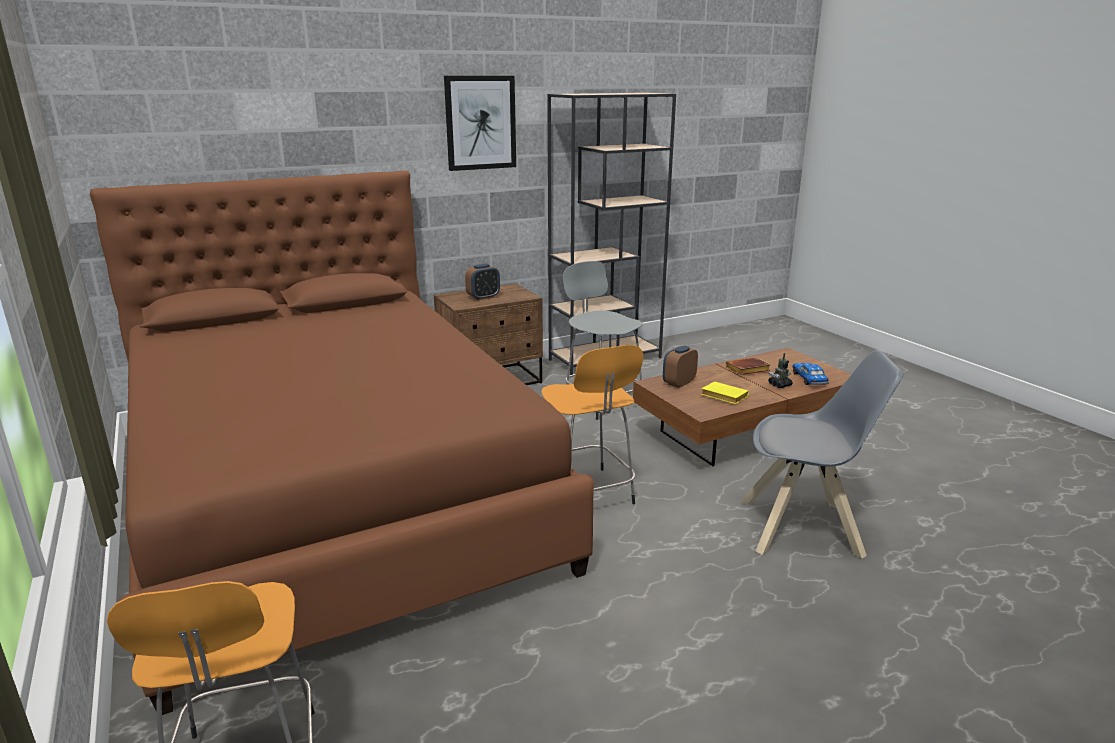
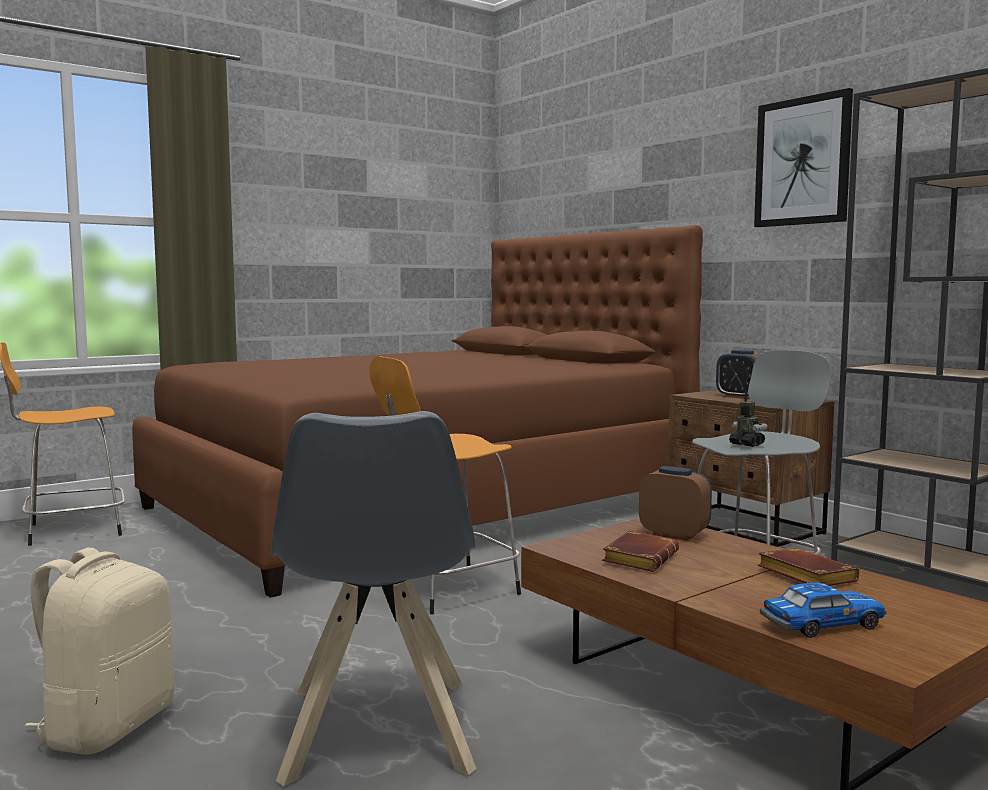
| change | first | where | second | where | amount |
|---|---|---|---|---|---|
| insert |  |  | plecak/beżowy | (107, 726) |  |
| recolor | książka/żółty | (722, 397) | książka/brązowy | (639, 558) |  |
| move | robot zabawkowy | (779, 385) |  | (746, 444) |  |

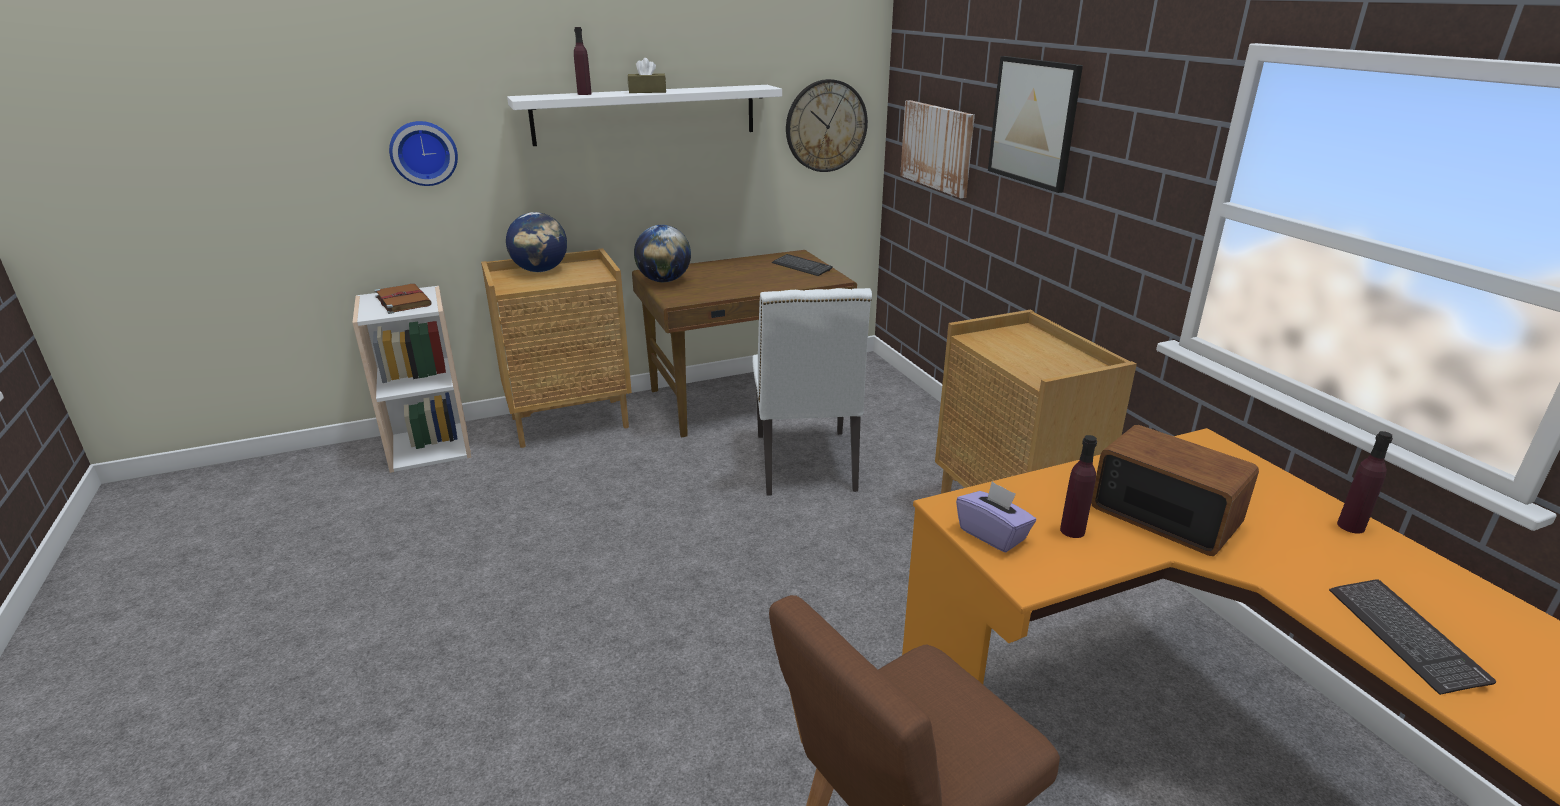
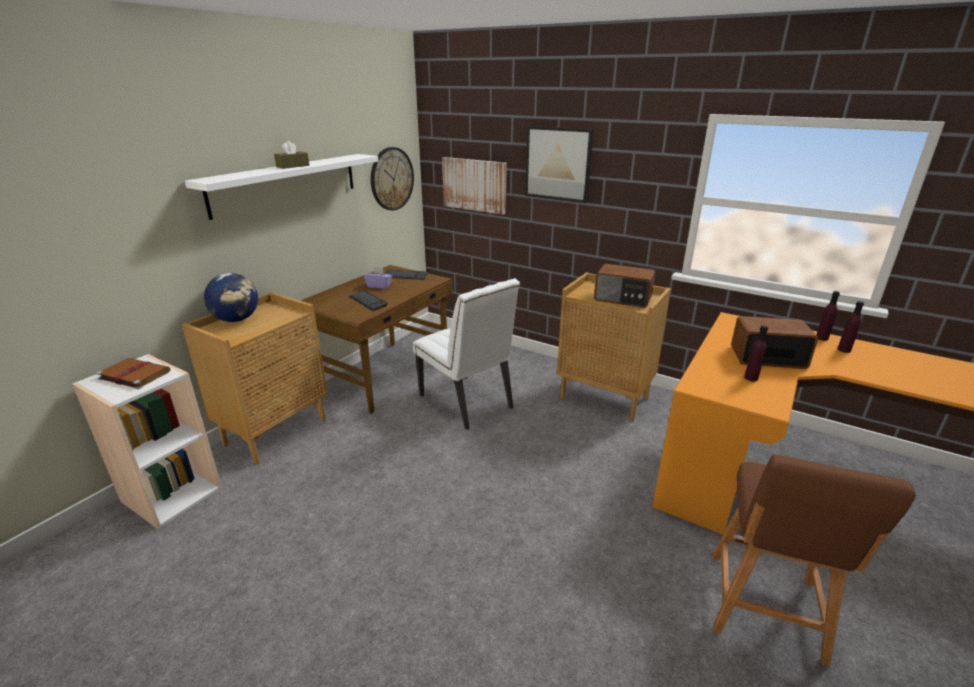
| change | first | where | second | where | amount |
|---|---|---|---|---|---|
| move | klawiatura | (1404, 636) |  | (368, 301) |  |
| move | pudełko chusteczek/fioletowy | (992, 534) |  | (379, 286) |  |
| insert |  |  | radio | (622, 299) |  |
| move | butelka/fioletowy | (584, 94) |  | (844, 350) |  |
| delete | zegar ścienny | (423, 153) |  |  |  |
| delete | globus | (664, 281) |  |  |  |

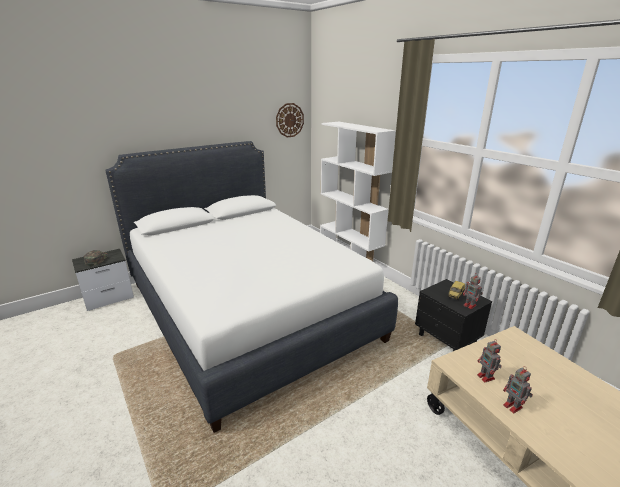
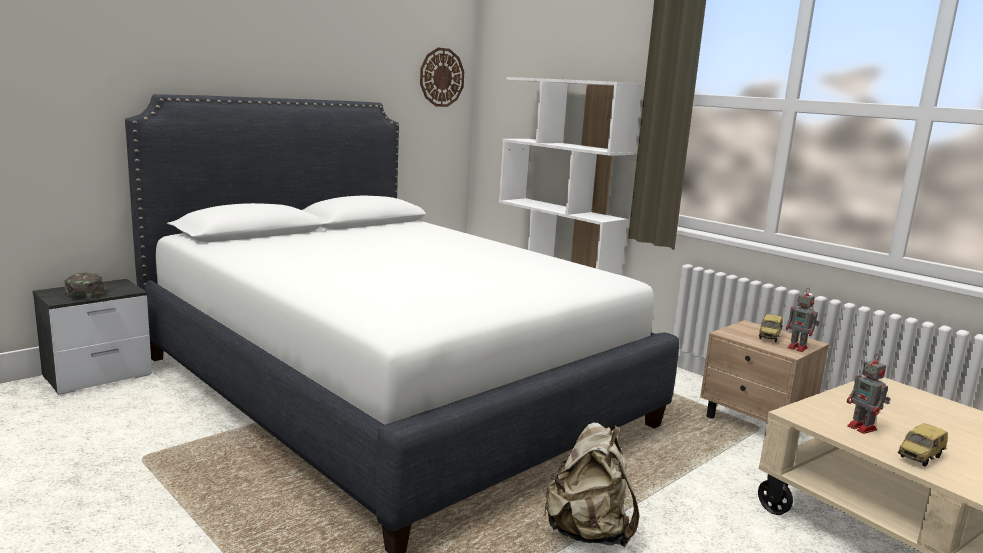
| change | first | where | second | where | amount |
|---|---|---|---|---|---|
| insert |  |  | plecak/beżowy | (587, 532) |  |
| recolor | szafka nocna/czarny | (447, 340) | szafka nocna/beżowy | (755, 424) |  |
| replace | robot zabawkowy | (513, 407) | samochodzik | (920, 458) |  |

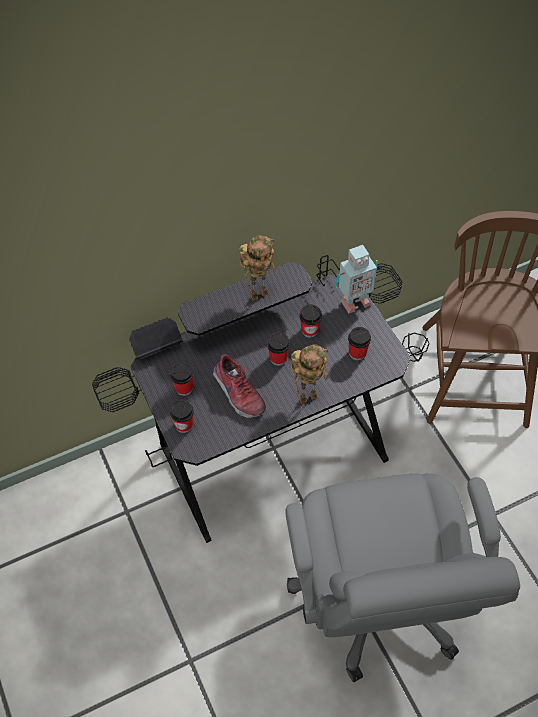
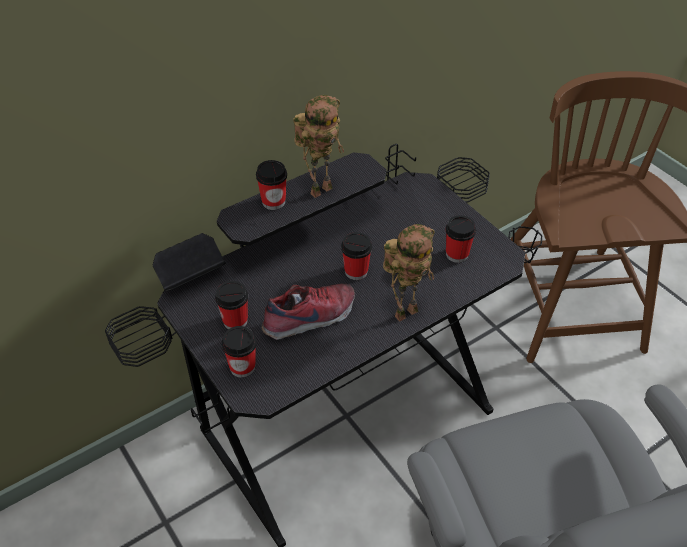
| change | first | where | second | where | amount |
|---|---|---|---|---|---|
| move | filiżanka | (309, 330) |  | (273, 202) |  |
| rotate | but | (237, 393) |  | (310, 319) | 75 degrees counterclockwise |
| delete | robot zabawkowy | (353, 302) |  |  |  |

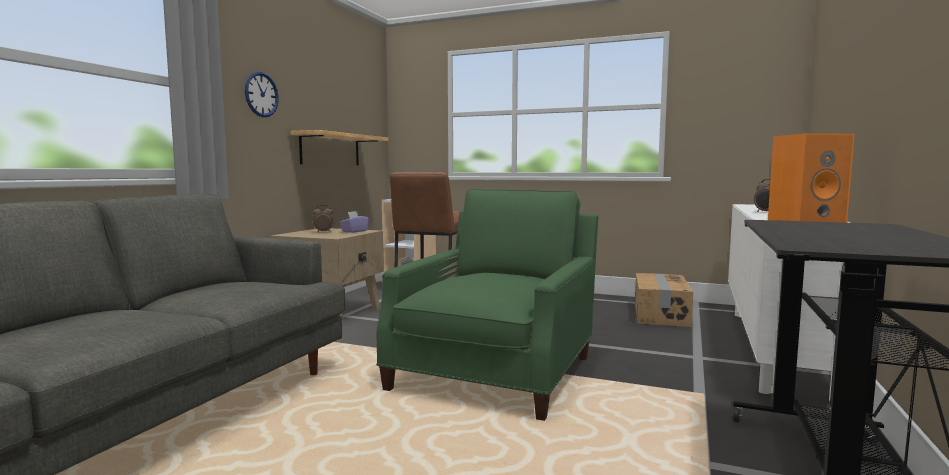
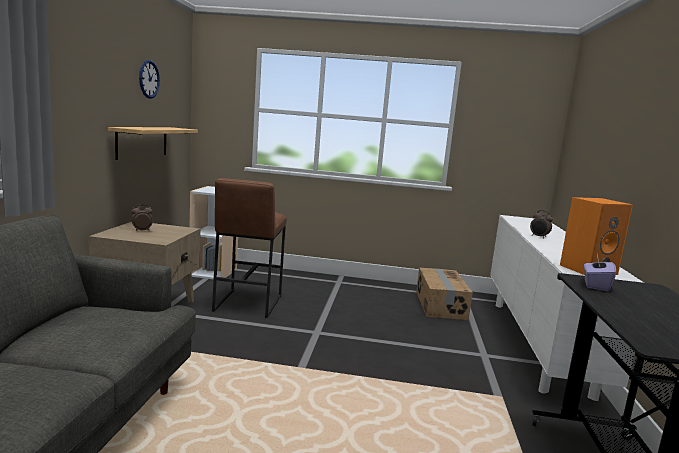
| change | first | where | second | where | amount |
|---|---|---|---|---|---|
| move | zegar ścienny | (261, 94) |  | (149, 79) |  |
| move | pudełko chusteczek/fioletowy | (354, 231) |  | (595, 285) |  |
| delete | fotel/zielony | (496, 371) |  |  |  |

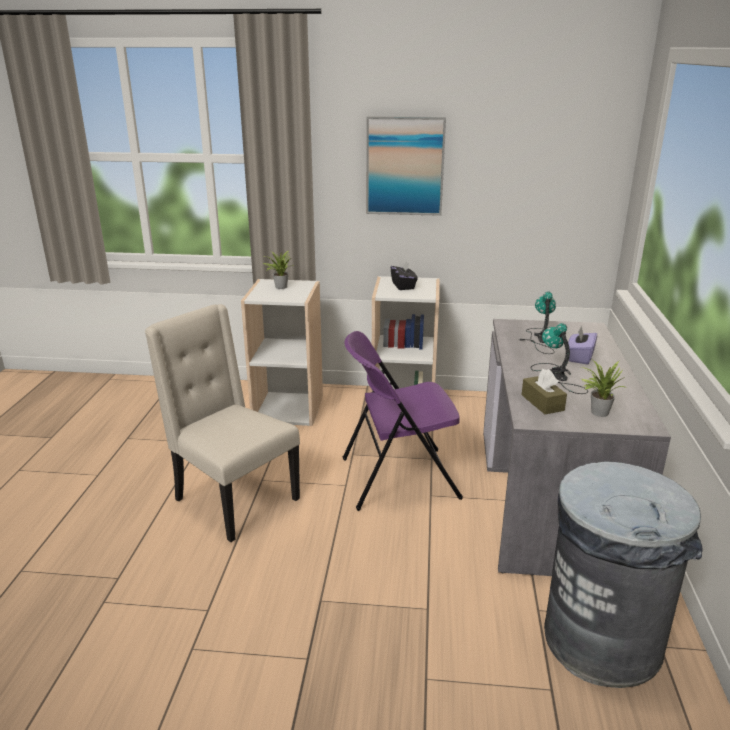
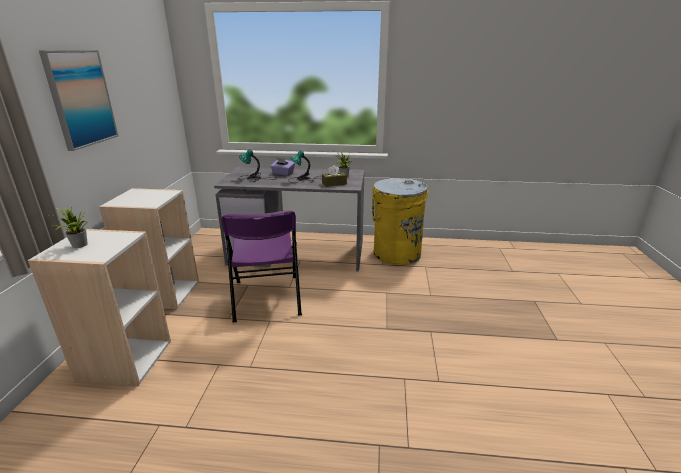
| change | first | where | second | where | amount |
|---|---|---|---|---|---|
| recolor | kosz na śmieci/szary | (602, 639) | kosz na śmieci/żółty | (396, 253) |  |
| delete | krzesło/beżowy | (233, 500) |  |  |  |
| delete | pudełko chusteczek/czarny | (403, 286) |  |  |  |

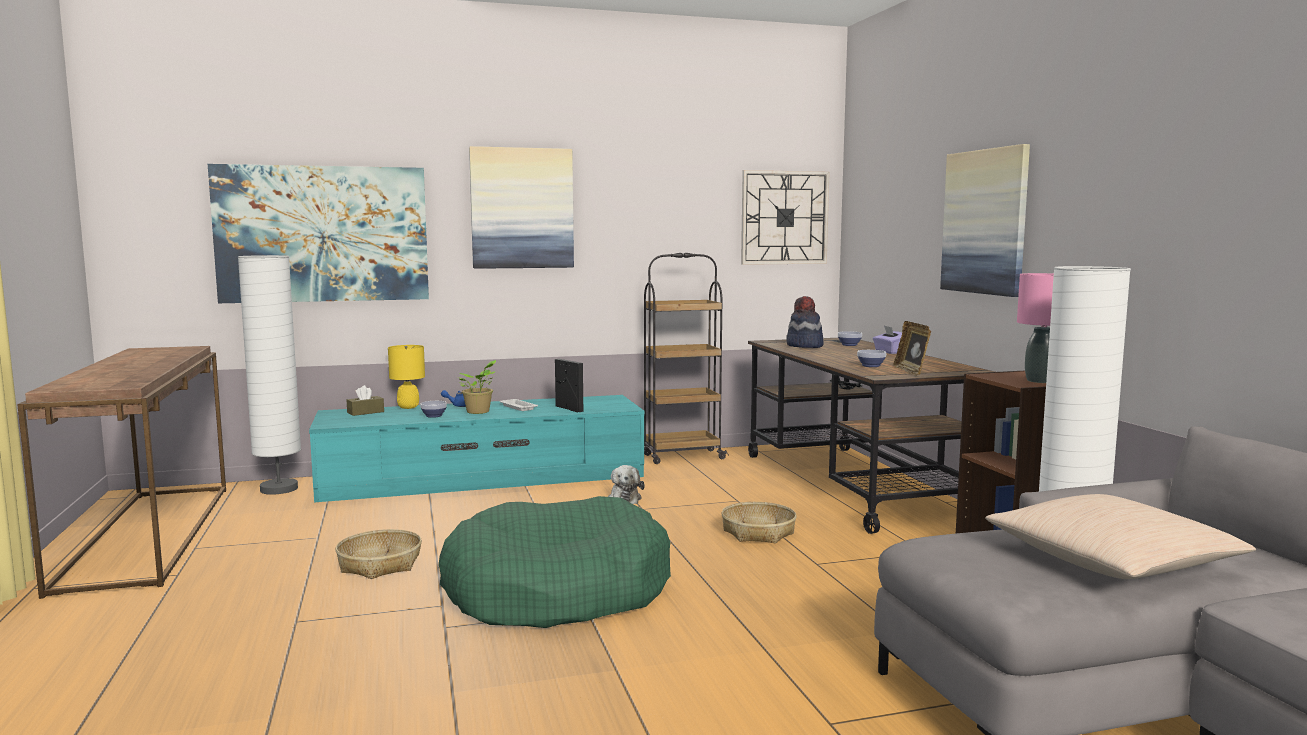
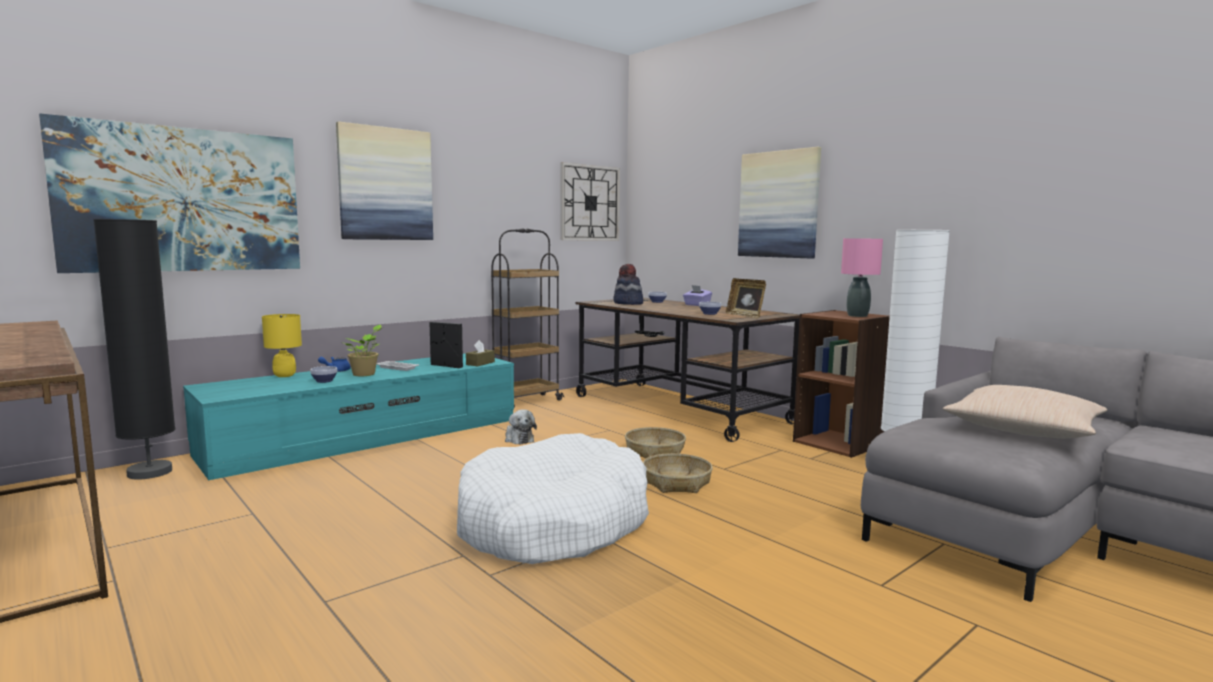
| change | first | where | second | where | amount |
|---|---|---|---|---|---|
| recolor | lampa stojąca/biały | (279, 489) | lampa stojąca/czarny | (150, 472) |  |
| recolor | legowisko/zielony | (556, 590) | legowisko/biały | (553, 523) |  |
| move | pudełko chusteczek/brązowy | (365, 412) |  | (480, 363) |  |
| move | koszyk | (380, 564) |  | (676, 482) |  |

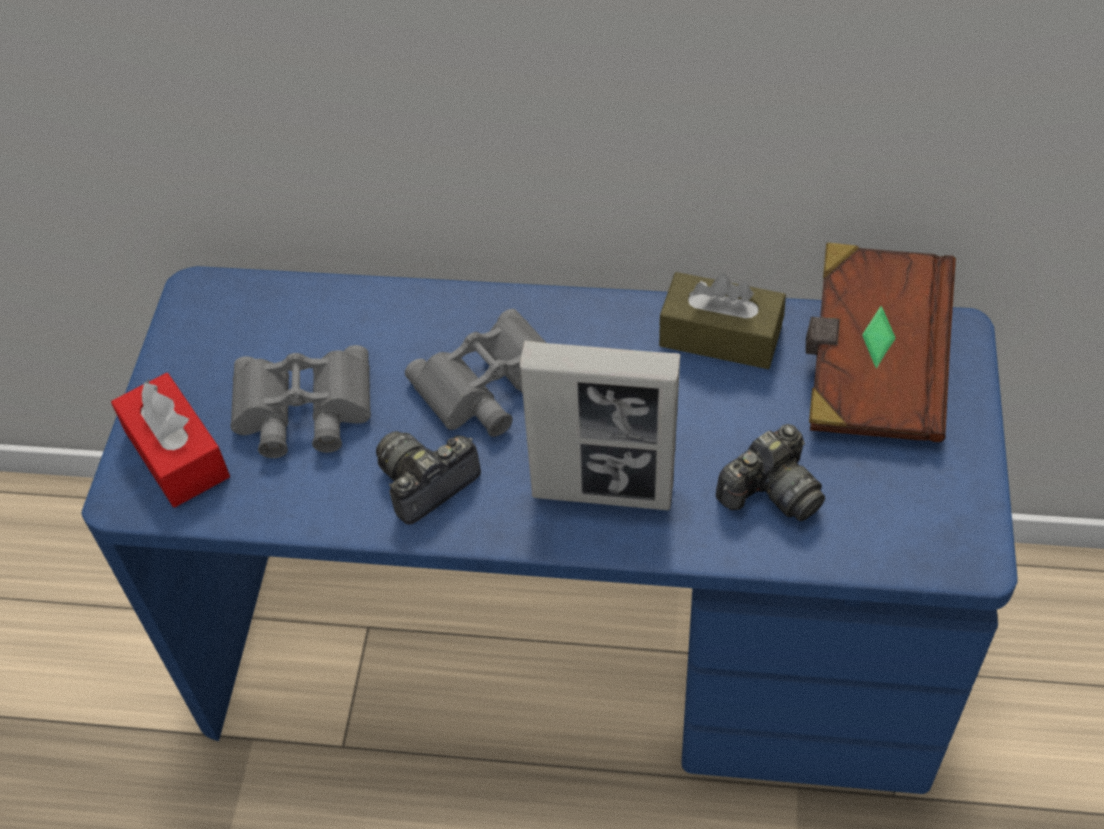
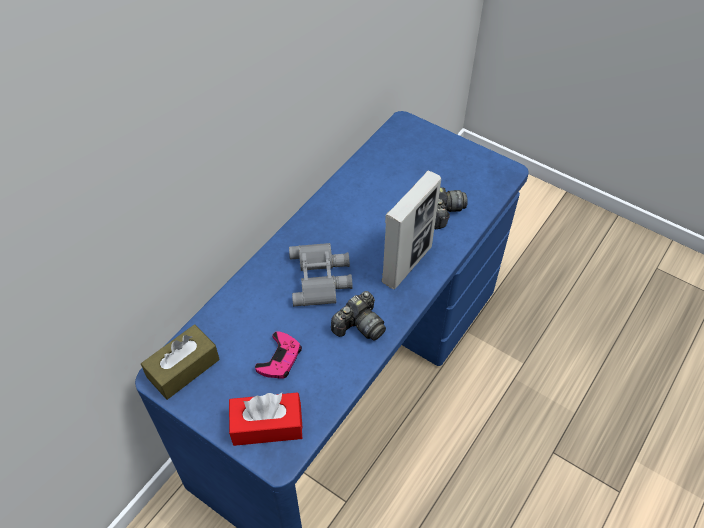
| change | first | where | second | where | amount |
|---|---|---|---|---|---|
| move | pudełko chusteczek/brązowy | (720, 336) |  | (183, 368) |  |
| replace | lornetka/szary | (302, 411) | pad do gier/różowy | (280, 358) |  |
| rotate | aparat fotograficzny | (426, 483) |  | (359, 325) | 120 degrees counterclockwise |
| delete | książka/brązowy | (872, 369) |  |  |  |

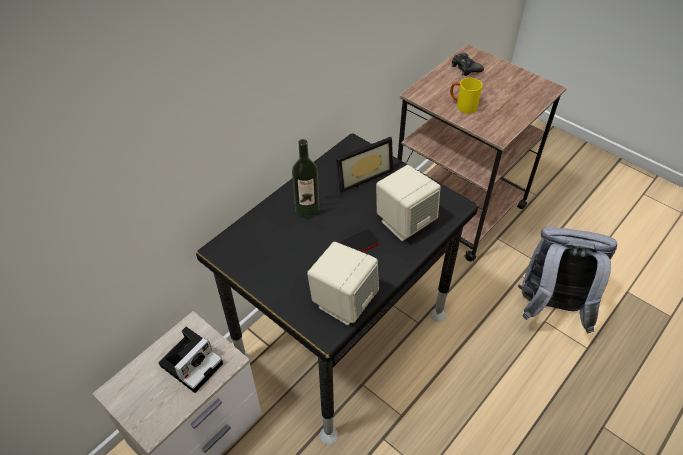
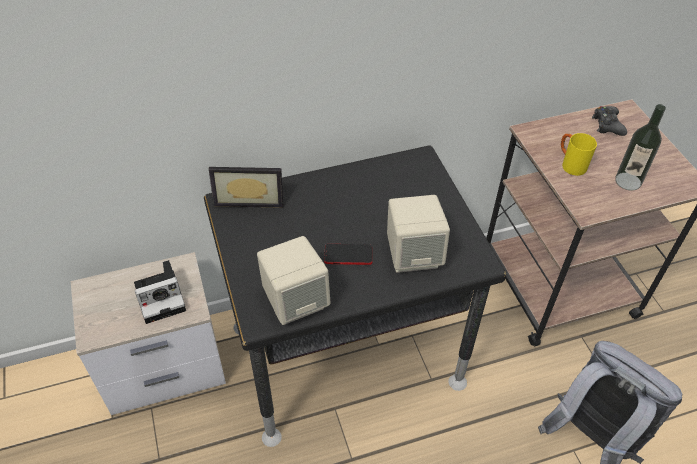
| change | first | where | second | where | amount |
|---|---|---|---|---|---|
| move | ramka na zdjęcie | (361, 175) |  | (249, 197) |  |
| move | butelka | (307, 209) |  | (628, 181) |  |

